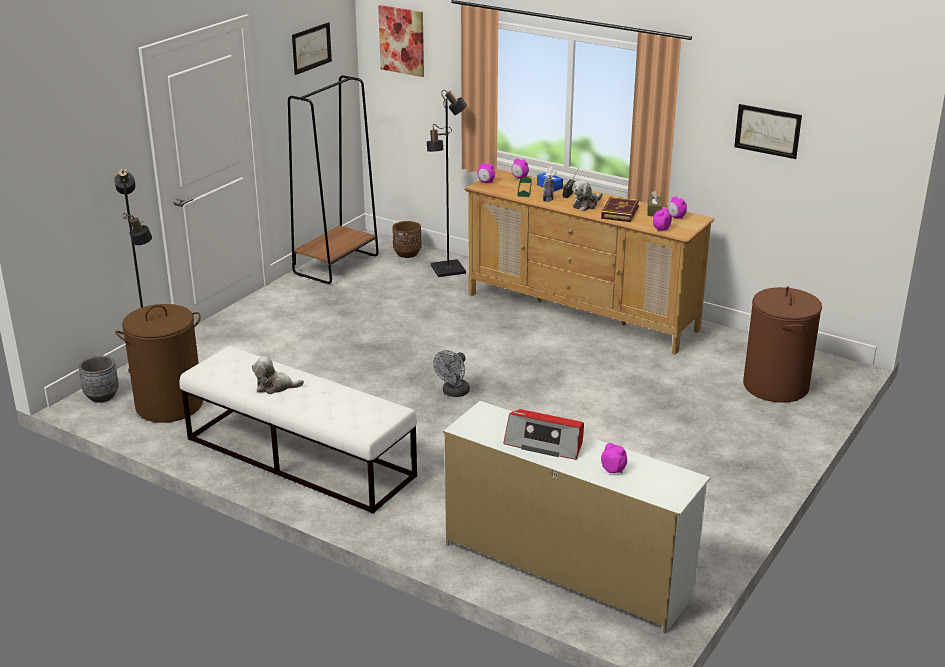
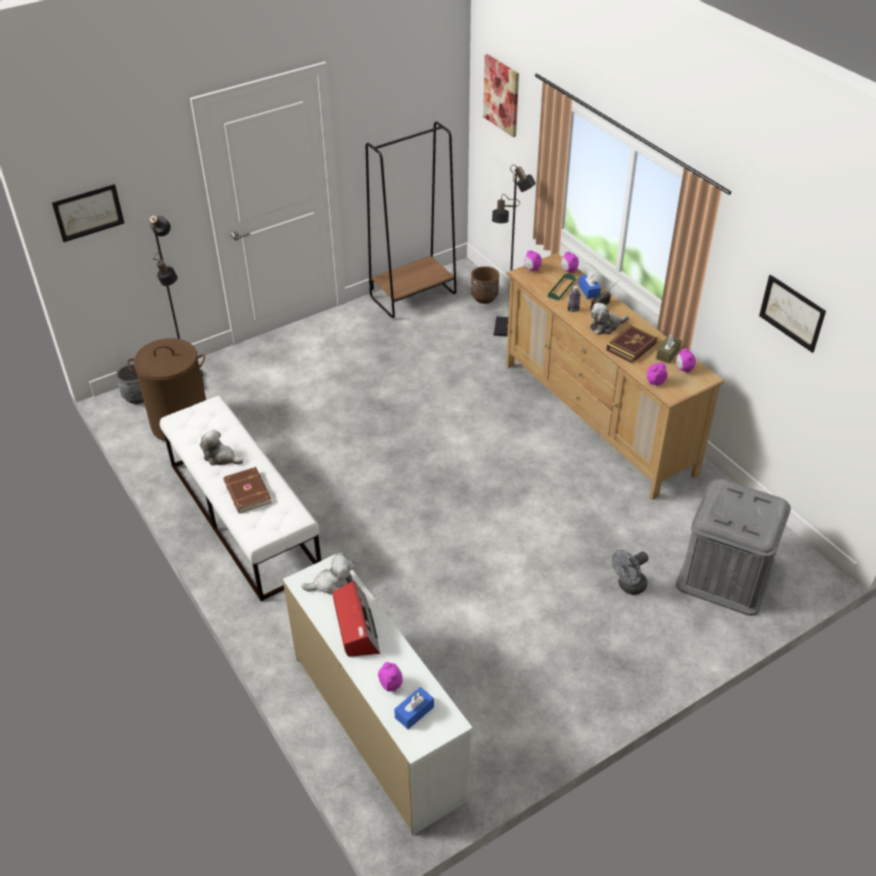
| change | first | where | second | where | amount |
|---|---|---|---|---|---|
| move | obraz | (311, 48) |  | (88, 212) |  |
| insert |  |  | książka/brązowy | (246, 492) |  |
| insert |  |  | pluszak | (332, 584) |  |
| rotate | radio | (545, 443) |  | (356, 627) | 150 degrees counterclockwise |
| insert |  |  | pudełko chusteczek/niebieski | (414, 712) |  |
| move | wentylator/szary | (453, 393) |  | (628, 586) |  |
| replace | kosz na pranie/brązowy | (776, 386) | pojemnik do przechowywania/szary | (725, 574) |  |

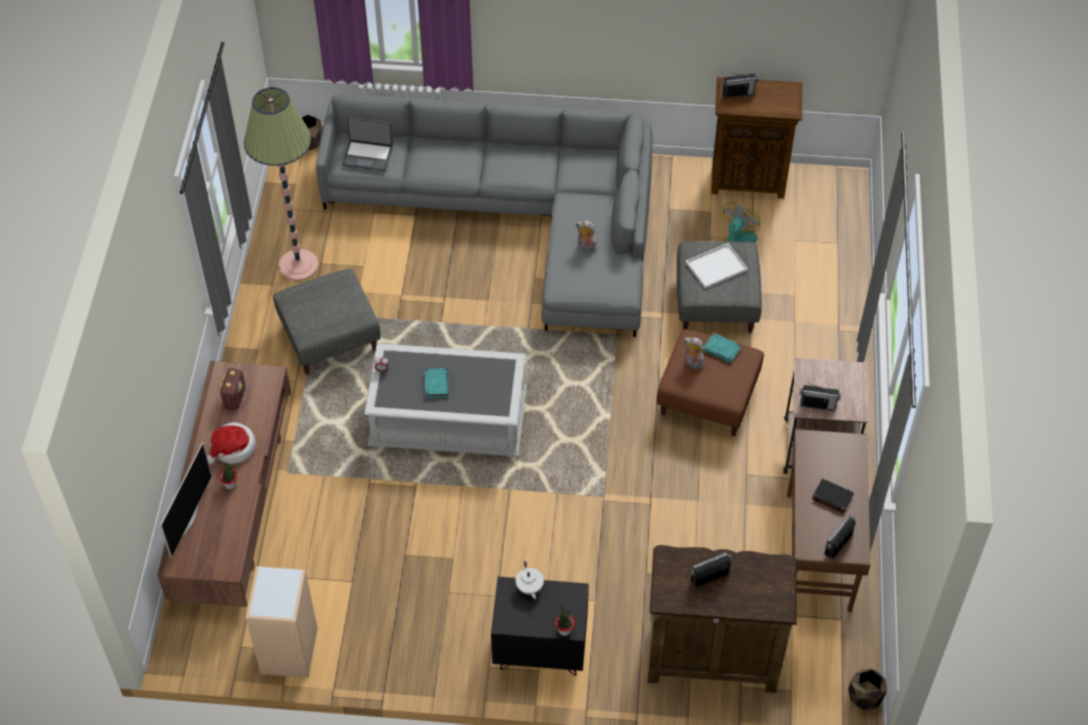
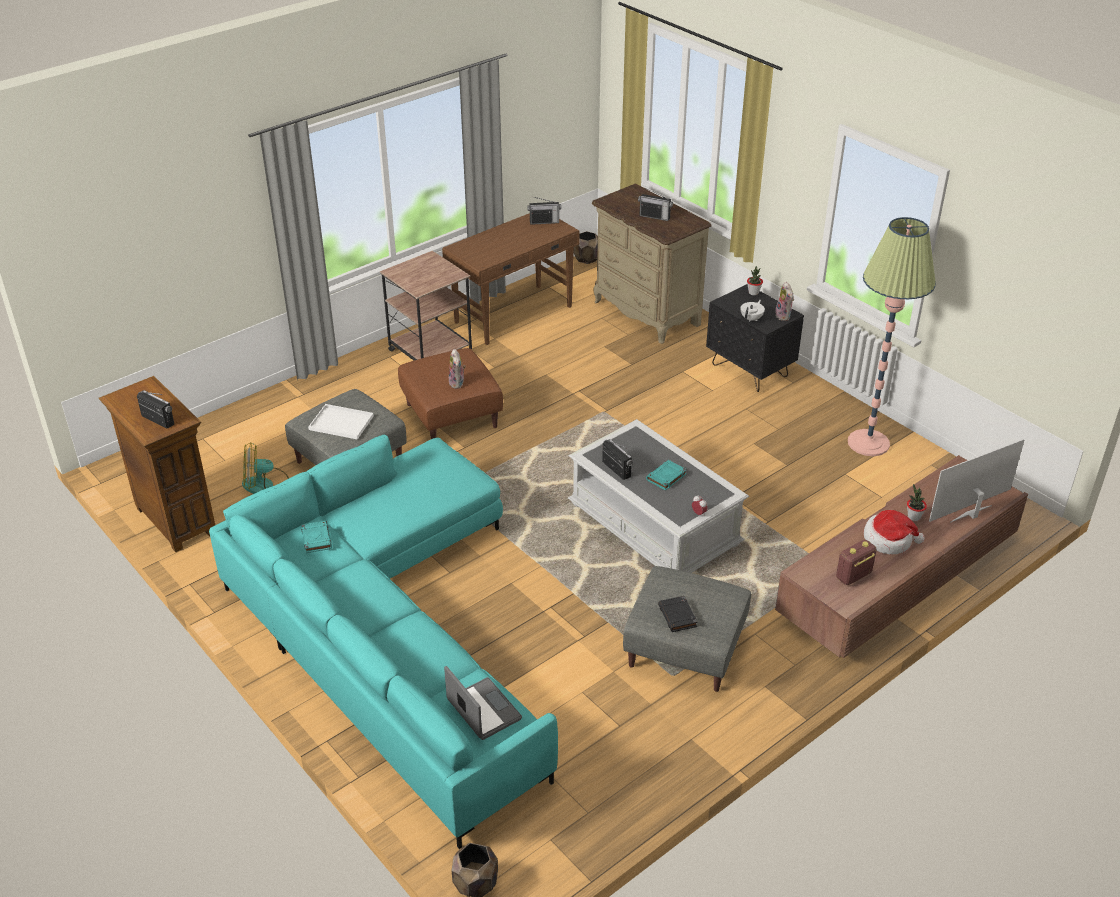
| change | first | where | second | where | amount |
|---|---|---|---|---|---|
| recolor | kanapa/szary | (517, 217) | kanapa/turkusowy | (389, 632) |  |
| move | książka/turkusowy | (722, 350) |  | (316, 539) |  |
| move | radio | (817, 405) |  | (616, 469) |  |
| move | książka/czarny | (831, 497) |  | (678, 616) |  |
| move | pluszak | (585, 247) |  | (784, 316) |  |
| move | lampa stojąca | (298, 265) |  | (868, 443) |  |
| delete | regał | (288, 651) |  |  |  |

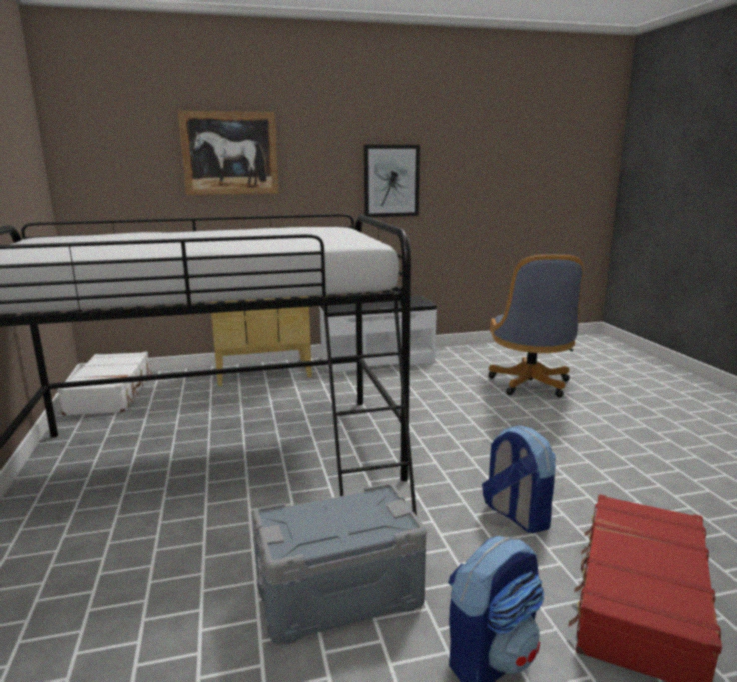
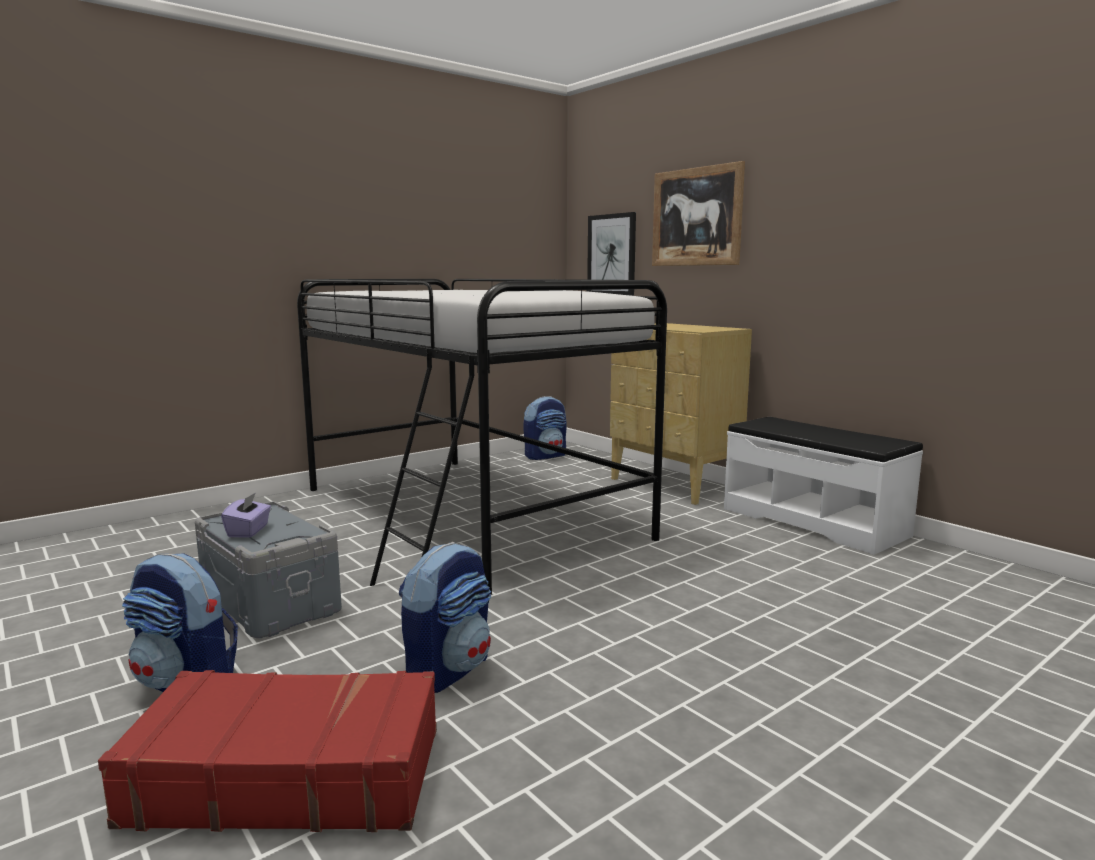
| change | first | where | second | where | amount |
|---|---|---|---|---|---|
| insert |  |  | pudełko chusteczek/fioletowy | (248, 531) |  |
| replace | walizka/biały | (111, 393) | plecak | (545, 456) |  |
| move | obraz | (391, 181) |  | (612, 255) |  |
| delete | krzesło biurowe/niebieski | (531, 387) |  |  |  |

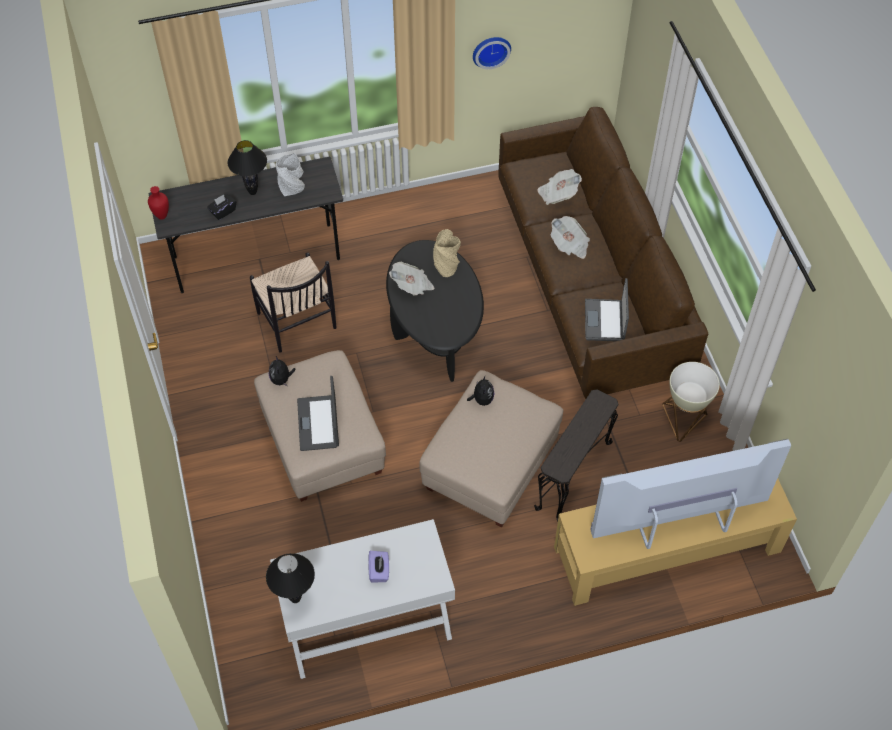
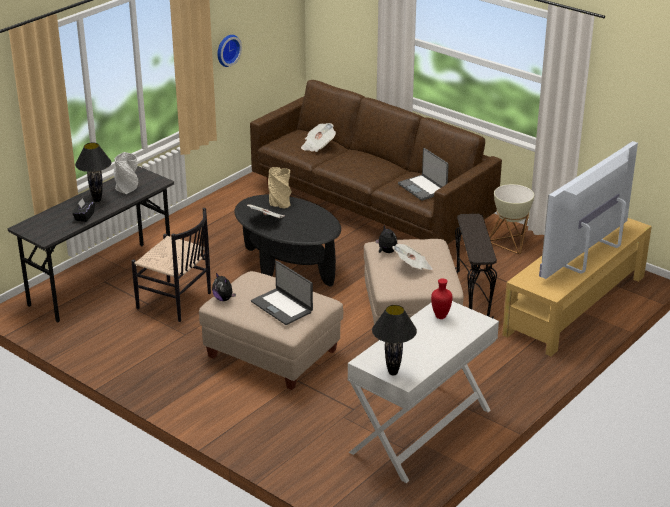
| change | first | where | second | where | amount |
|---|---|---|---|---|---|
| move | gazeta | (569, 245) |  | (412, 267) |  |
| move | wazon/czerwony | (161, 216) |  | (440, 317) |  |
| delete | pudełko chusteczek/fioletowy | (379, 571) |  |  |  |

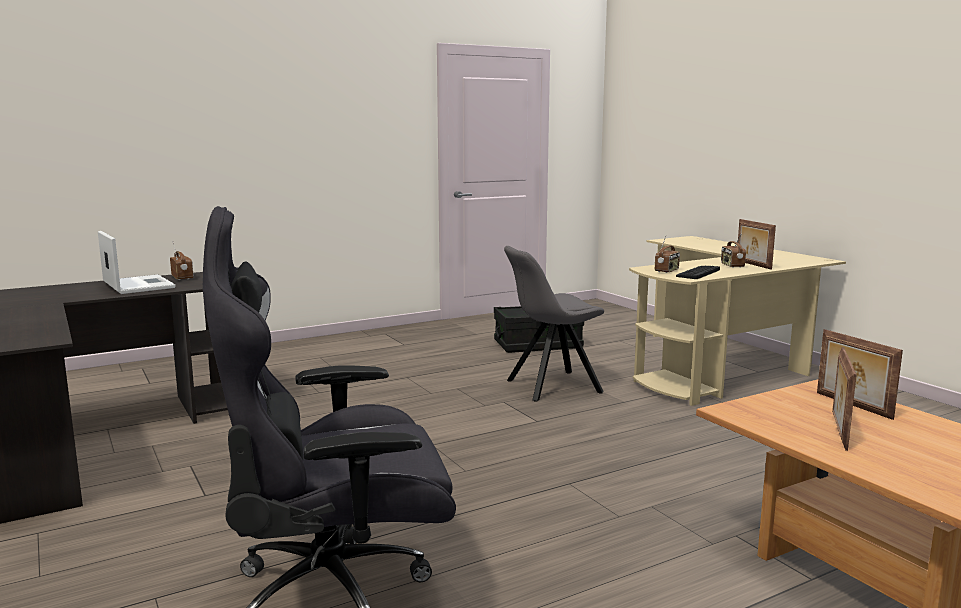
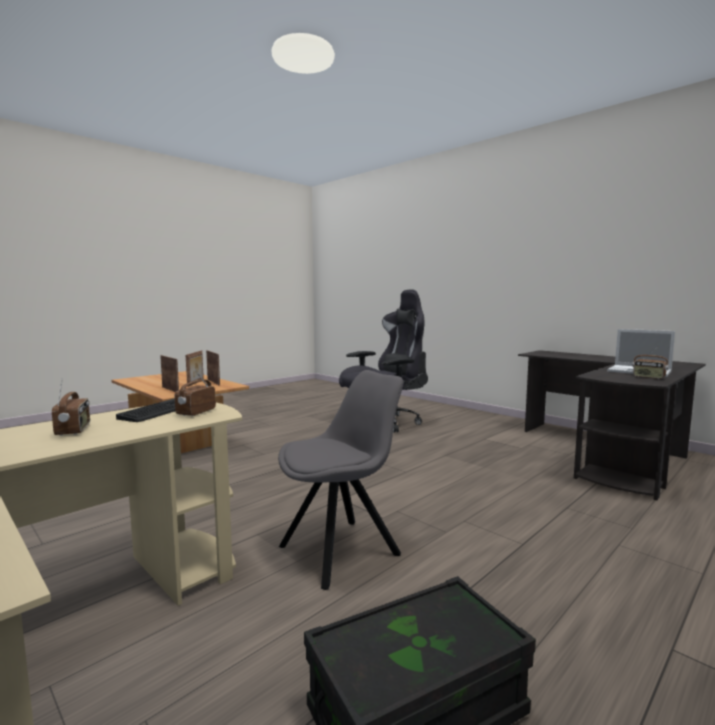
| change | first | where | second | where | amount |
|---|---|---|---|---|---|
| move | ramka na zdjęcie | (752, 265) |  | (214, 382) |  |

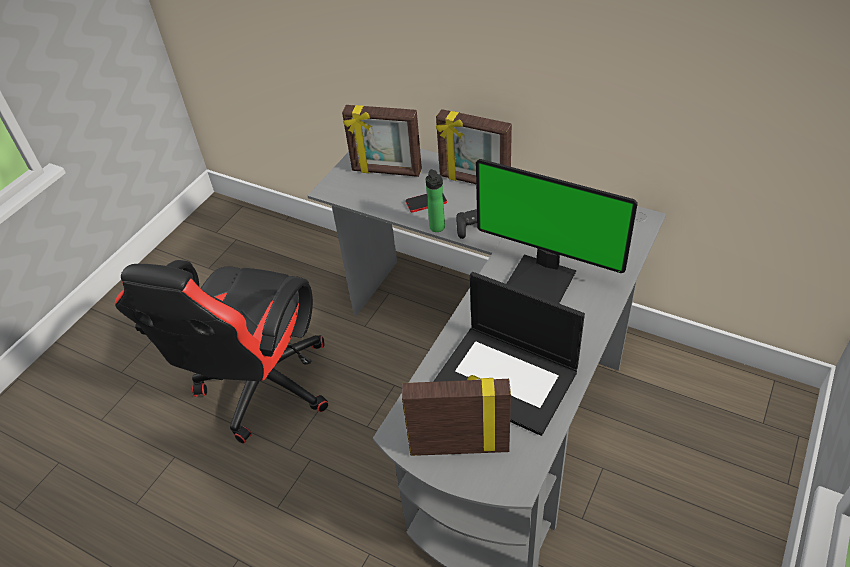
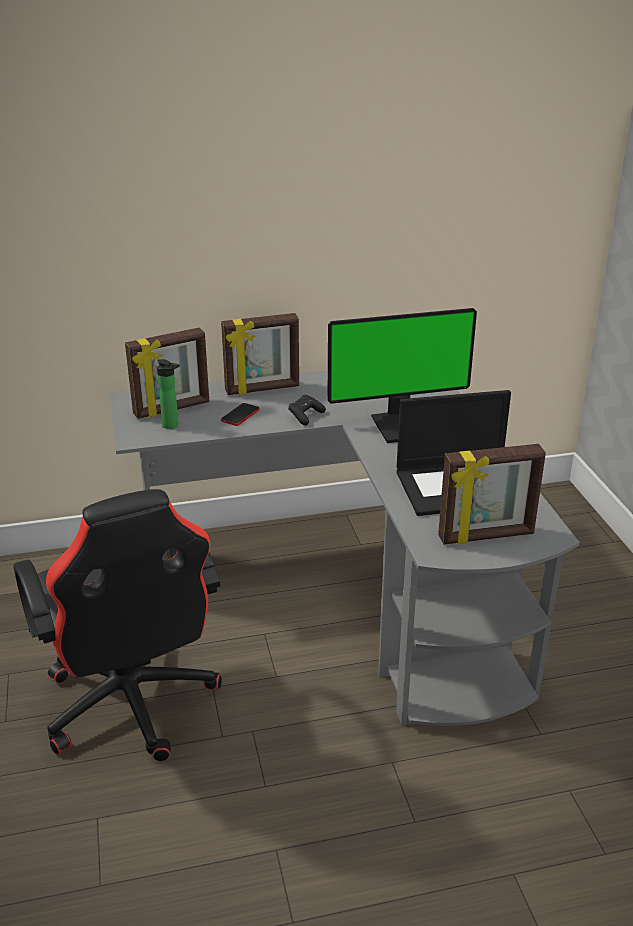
| change | first | where | second | where | amount |
|---|---|---|---|---|---|
| move | butelka | (438, 229) |  | (172, 425) |  |
| rotate | ramka na zdjęcie | (459, 445) |  | (486, 536) | 150 degrees counterclockwise |

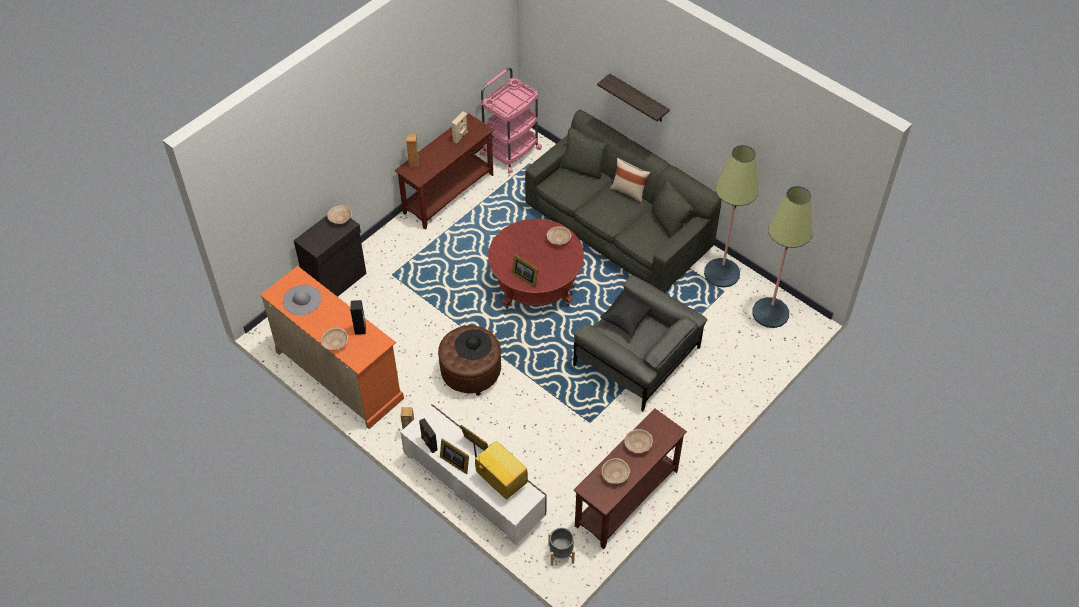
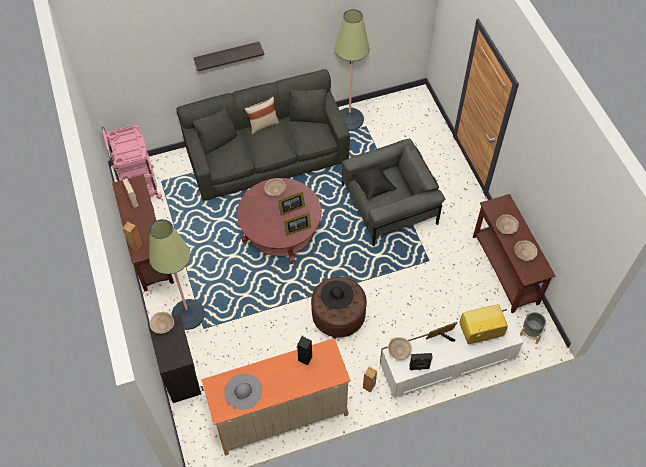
| change | first | where | second | where | amount |
|---|---|---|---|---|---|
| move | lampa stojąca | (770, 313) |  | (188, 314) |  |
| move | ramka na zdjęcie | (455, 461) |  | (290, 208) |  |
| move | miska/beżowy | (335, 343) |  | (399, 351) |  |

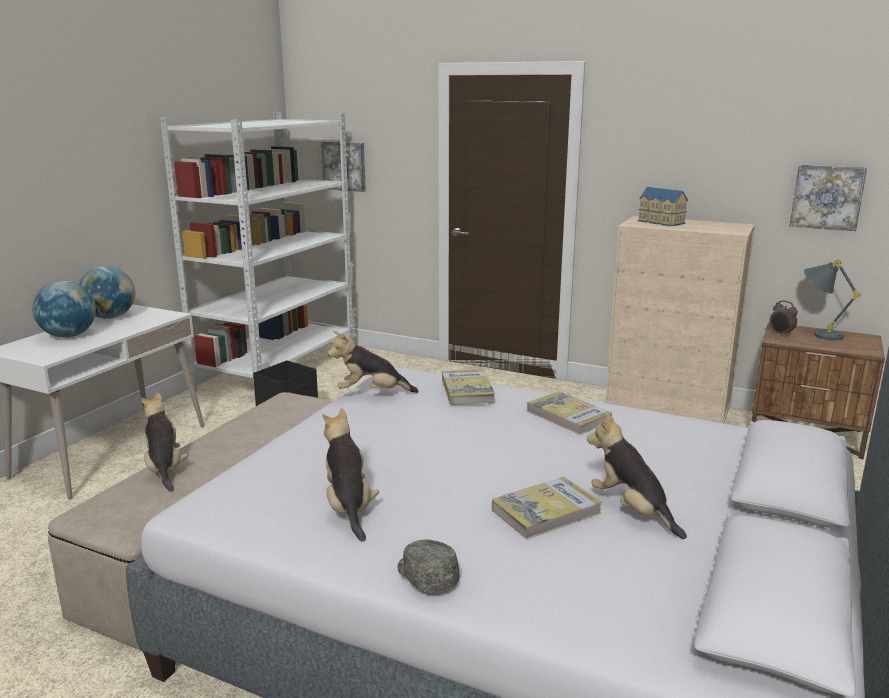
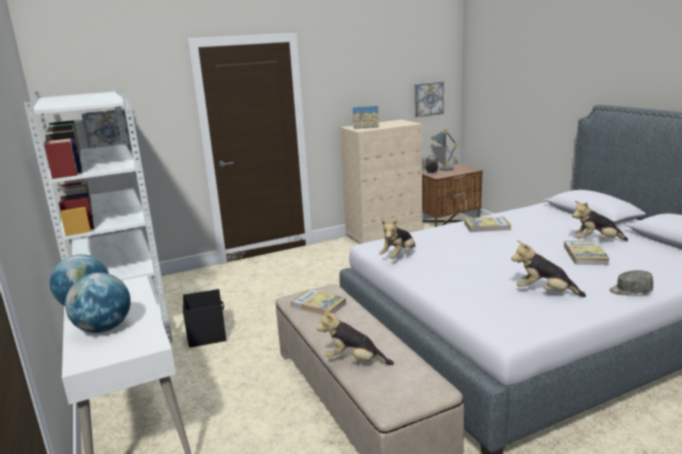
| change | first | where | second | where | amount |
|---|---|---|---|---|---|
| move | książka | (467, 390) |  | (318, 305) |  |

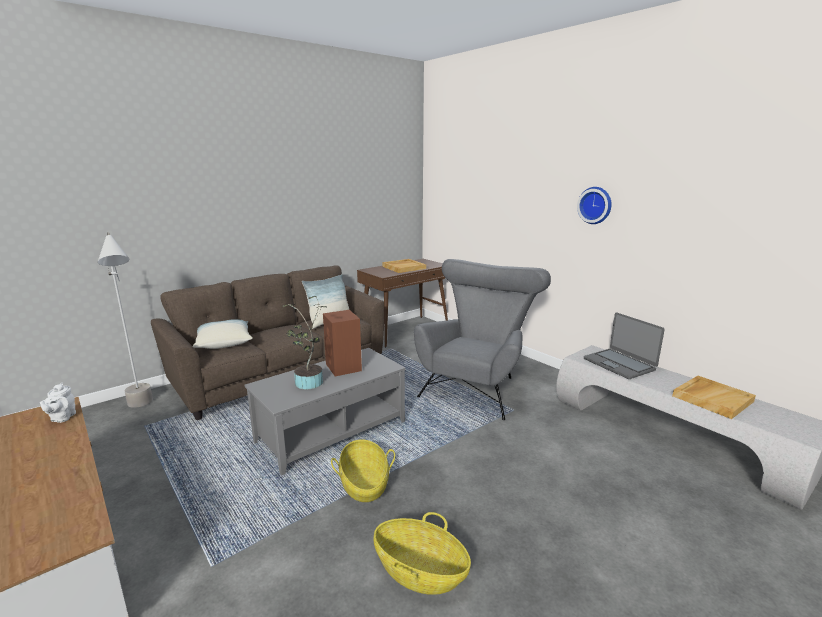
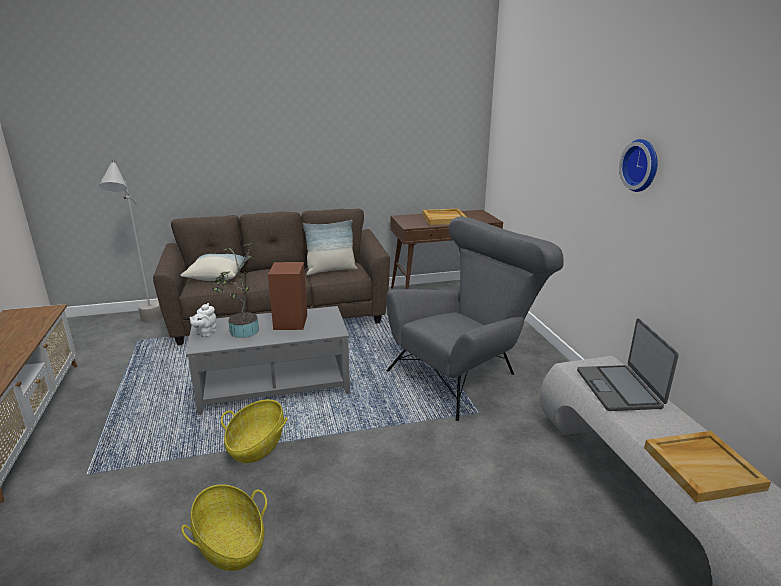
| change | first | where | second | where | amount |
|---|---|---|---|---|---|
| move | imbryk/biały | (62, 418) |  | (205, 333) |  |

